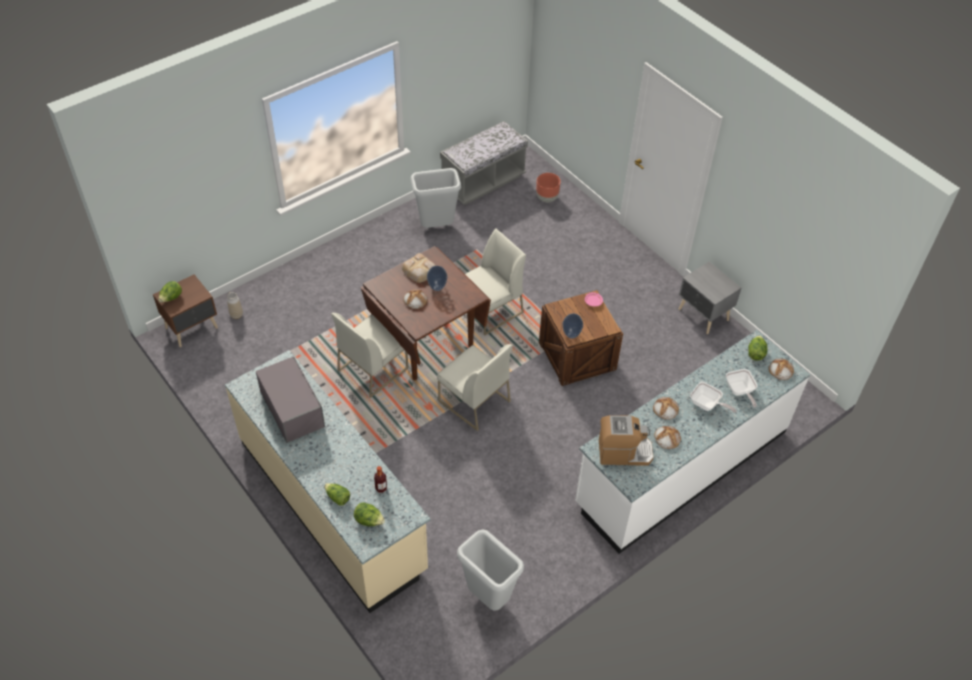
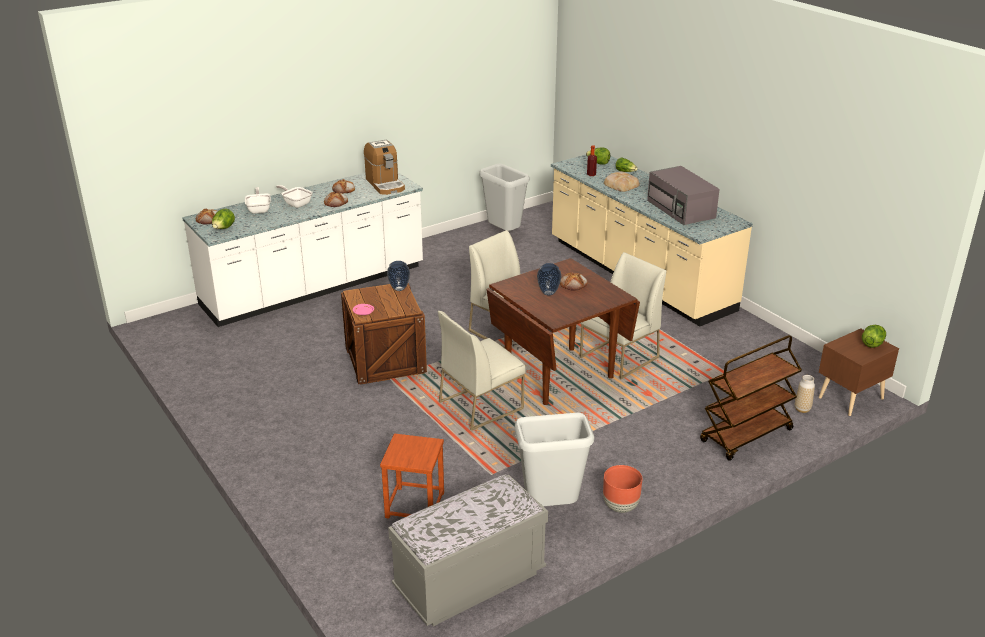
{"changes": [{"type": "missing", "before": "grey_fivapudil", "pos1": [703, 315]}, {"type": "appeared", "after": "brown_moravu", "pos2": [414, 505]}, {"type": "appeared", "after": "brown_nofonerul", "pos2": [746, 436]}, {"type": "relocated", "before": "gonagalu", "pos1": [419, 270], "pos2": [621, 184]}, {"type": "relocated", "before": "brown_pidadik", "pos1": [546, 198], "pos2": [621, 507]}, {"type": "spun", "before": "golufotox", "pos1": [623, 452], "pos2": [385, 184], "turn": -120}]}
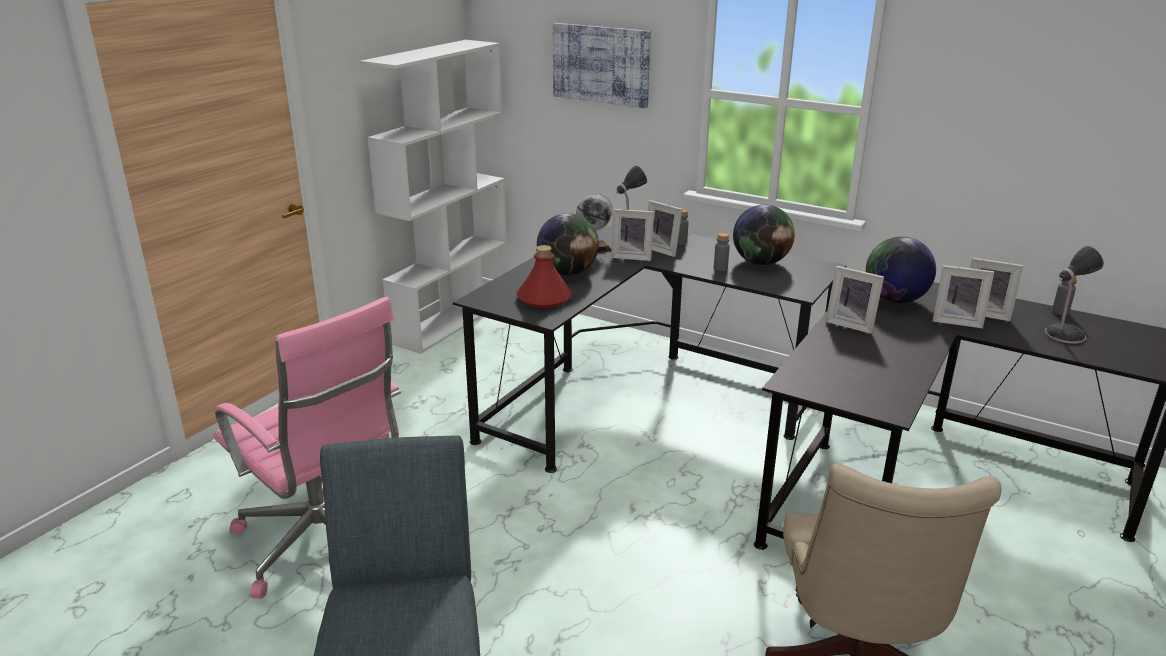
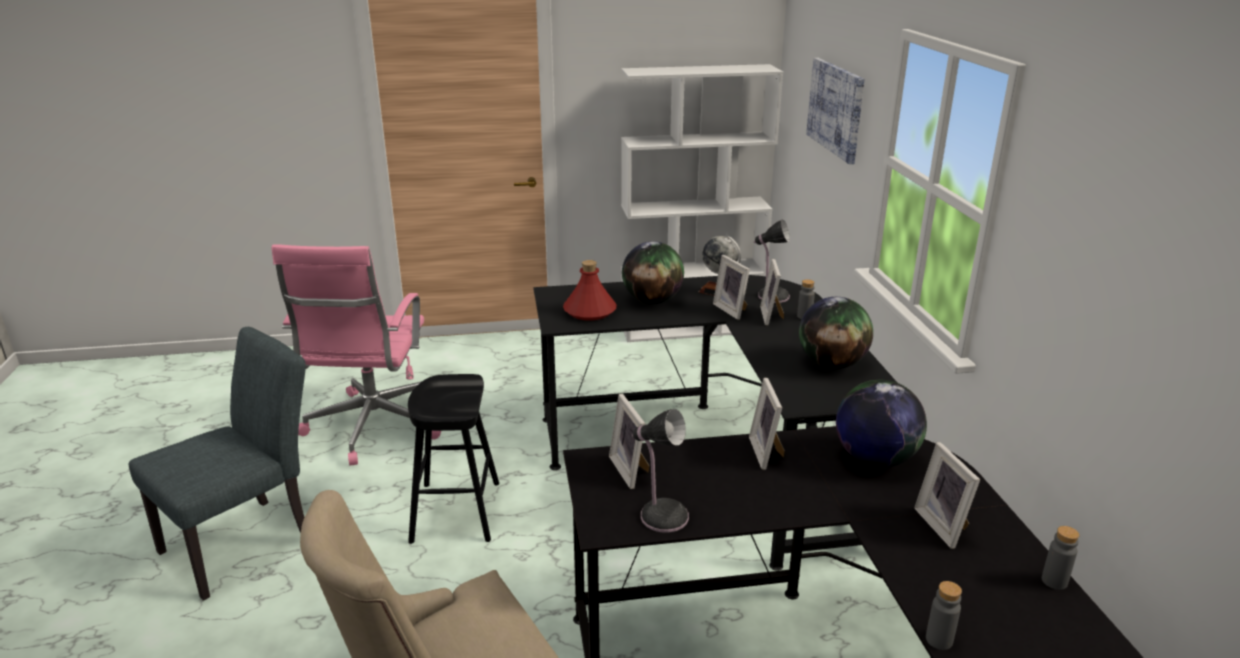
{"changes": [{"type": "appeared", "after": "black_moravu", "pos2": [456, 512]}, {"type": "relocated", "before": "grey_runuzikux", "pos1": [720, 268], "pos2": [939, 640]}, {"type": "relocated", "before": "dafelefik", "pos1": [957, 321], "pos2": [631, 470]}, {"type": "relocated", "before": "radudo", "pos1": [1062, 335], "pos2": [661, 515]}]}
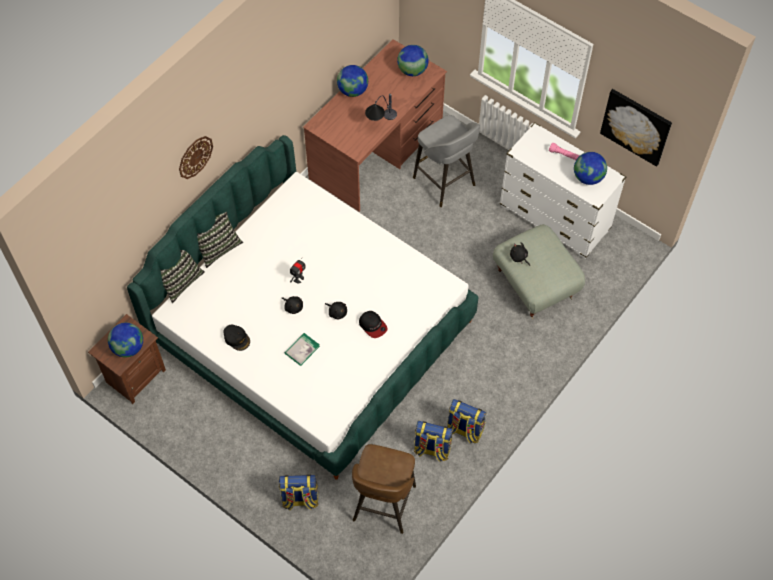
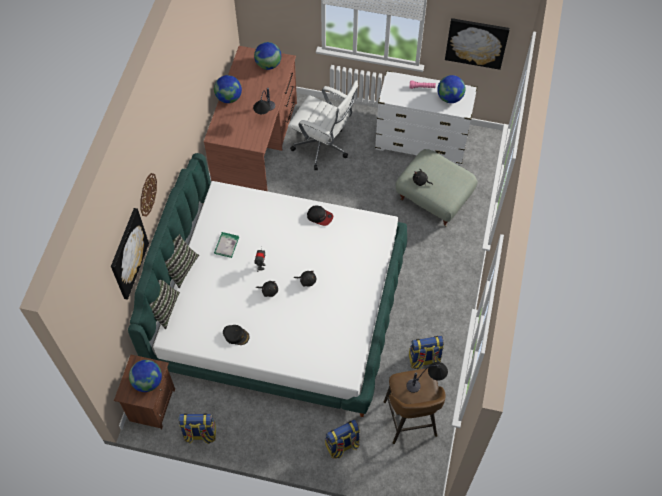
{"changes": [{"type": "appeared", "after": "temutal", "pos2": [128, 253]}, {"type": "appeared", "after": "radudo", "pos2": [427, 382]}, {"type": "relocated", "before": "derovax", "pos1": [302, 350], "pos2": [226, 245]}, {"type": "relocated", "before": "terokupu", "pos1": [373, 325], "pos2": [320, 217]}, {"type": "relocated", "before": "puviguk", "pos1": [464, 430], "pos2": [200, 434]}, {"type": "exchanged", "before": "grey_moravu", "after": "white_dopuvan", "pos1": [445, 183], "pos2": [323, 148]}]}
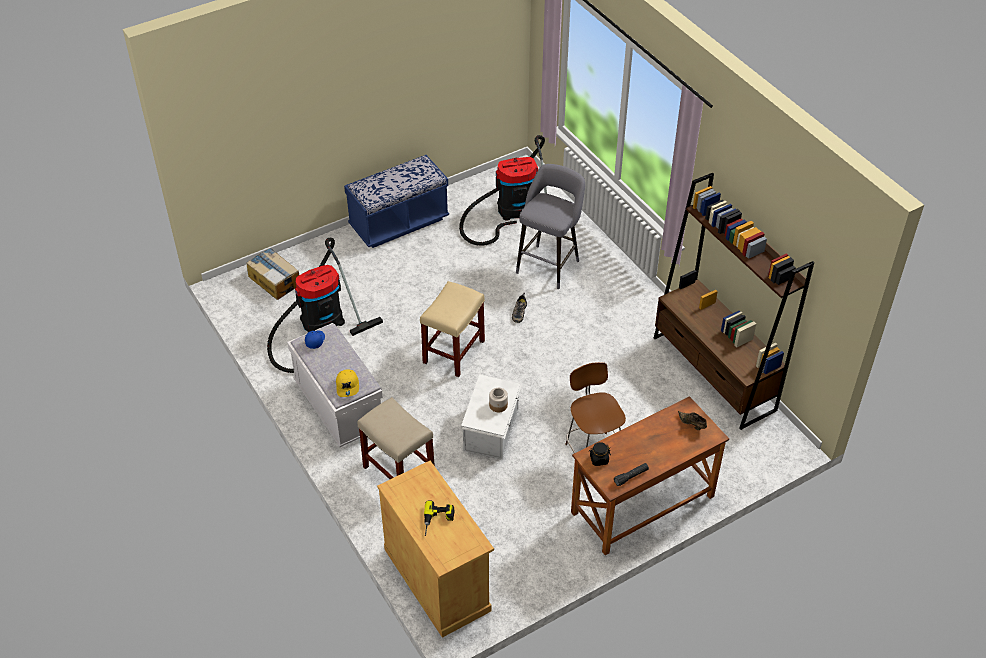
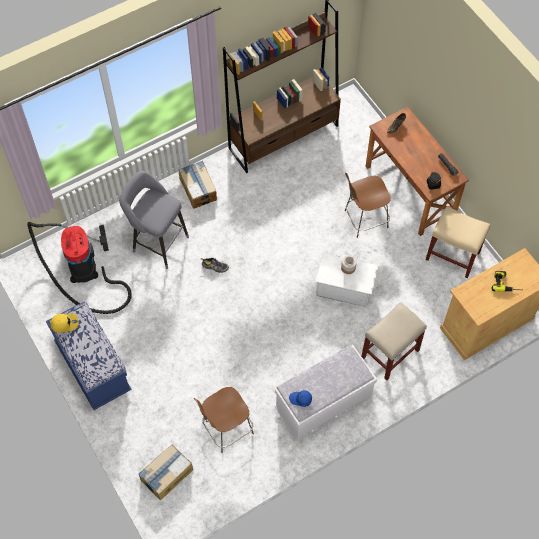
{"changes": [{"type": "appeared", "after": "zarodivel", "pos2": [198, 188]}, {"type": "relocated", "before": "yellow_terokupu", "pos1": [348, 386], "pos2": [64, 323]}, {"type": "relocated", "before": "beige_moravu", "pos1": [453, 352], "pos2": [453, 256]}, {"type": "exchanged", "before": "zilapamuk", "after": "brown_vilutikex", "pos1": [318, 324], "pos2": [226, 429]}]}
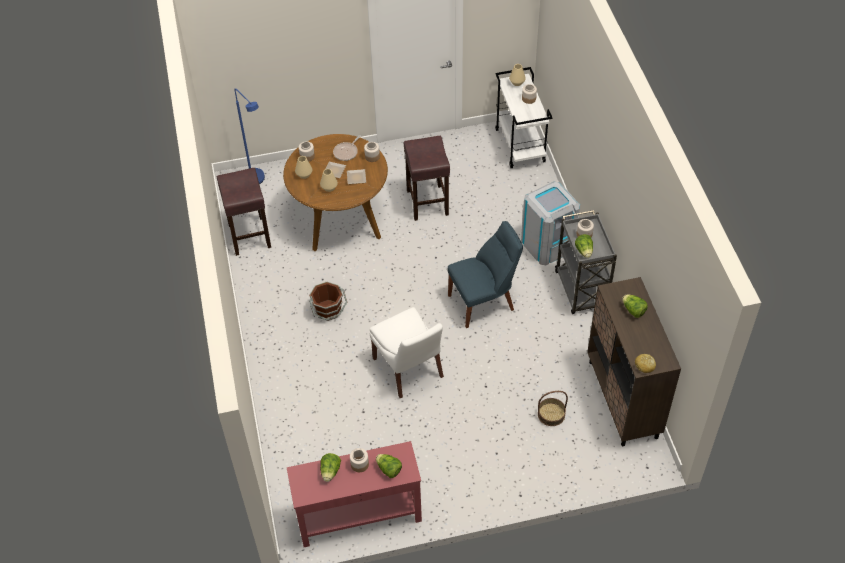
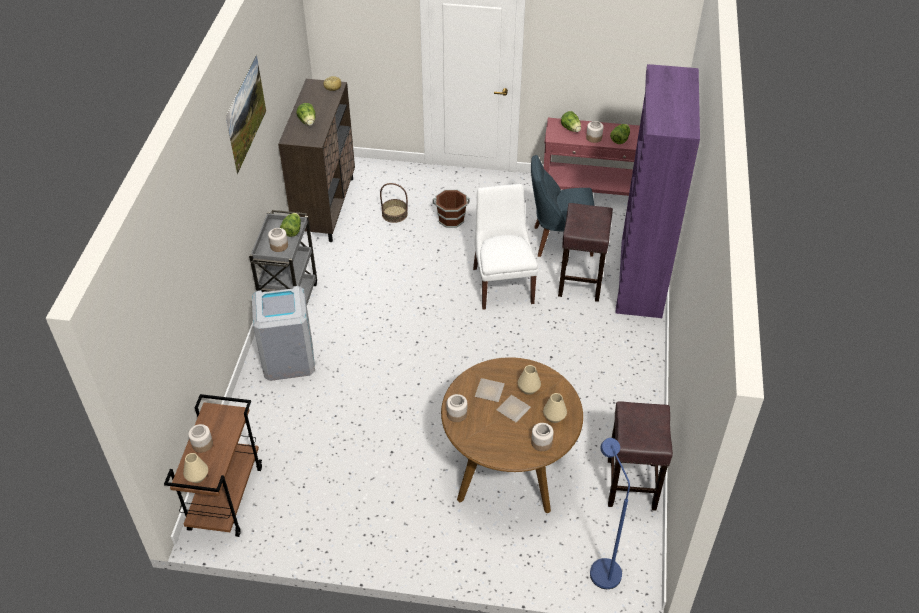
{"changes": [{"type": "missing", "before": "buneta", "pos1": [346, 152]}, {"type": "appeared", "after": "temutal", "pos2": [249, 128]}, {"type": "appeared", "after": "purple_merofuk", "pos2": [640, 279]}, {"type": "relocated", "before": "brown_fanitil", "pos1": [328, 310], "pos2": [451, 218]}, {"type": "relocated", "before": "brown_moravu", "pos1": [428, 203], "pos2": [580, 281]}, {"type": "relocated", "before": "blue_vilutikex", "pos1": [484, 302], "pos2": [559, 241]}, {"type": "colour", "before": "white_nofonerul", "after": "brown_nofonerul", "pos1": [520, 146], "pos2": [225, 497]}]}
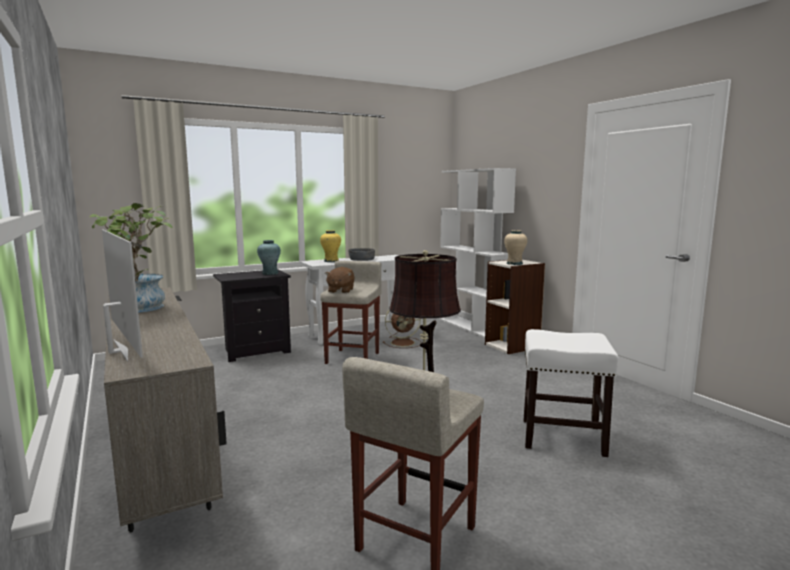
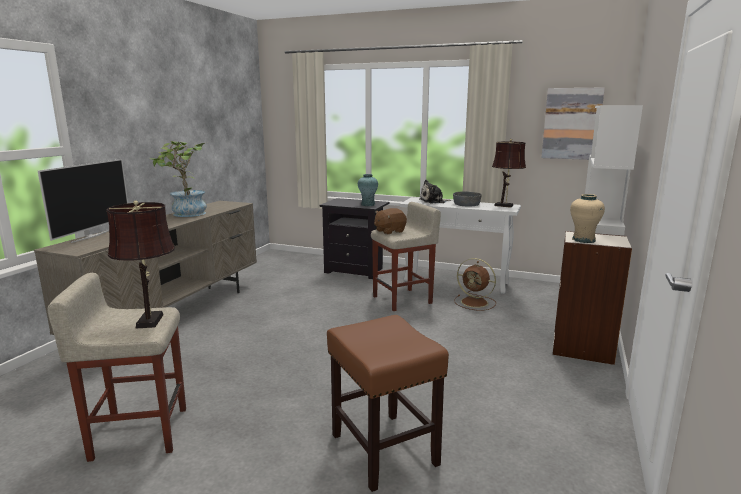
{"changes": [{"type": "appeared", "after": "brown_radudo", "pos2": [505, 206]}, {"type": "appeared", "after": "temutal", "pos2": [571, 123]}, {"type": "exchanged", "before": "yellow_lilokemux", "after": "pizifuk", "pos1": [331, 261], "pos2": [433, 201]}, {"type": "colour", "before": "white_moravu", "after": "brown_moravu", "pos1": [561, 437], "pos2": [383, 448]}]}
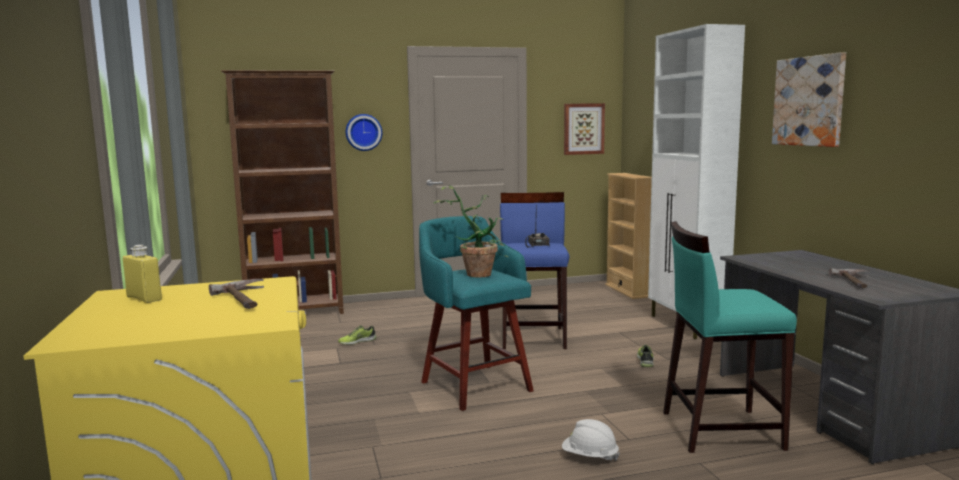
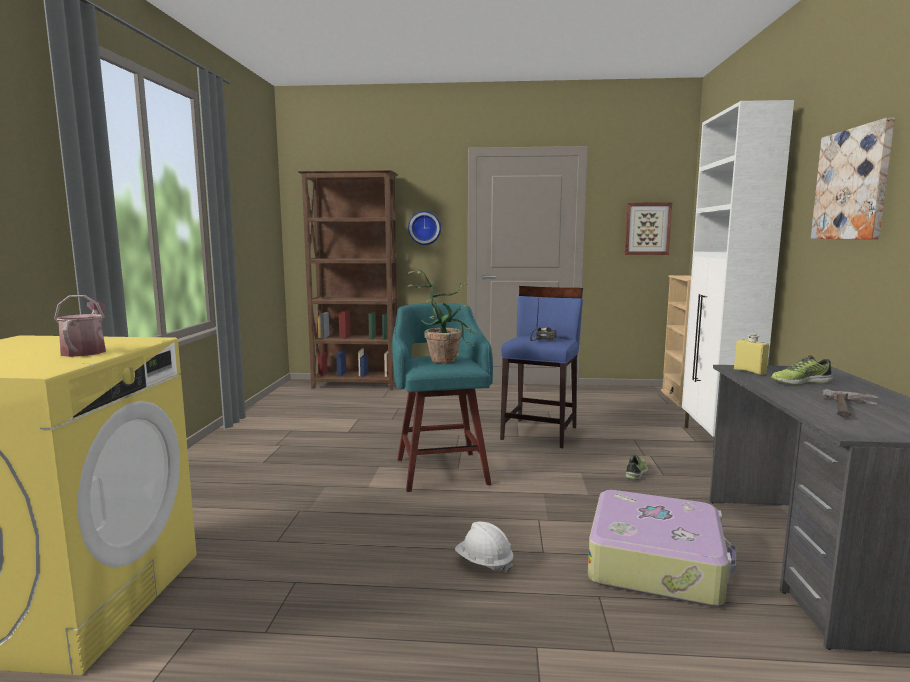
{"changes": [{"type": "relocated", "before": "yellow_runuzikux", "pos1": [144, 298], "pos2": [749, 371]}, {"type": "relocated", "before": "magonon", "pos1": [357, 341], "pos2": [800, 382]}, {"type": "exchanged", "before": "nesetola", "after": "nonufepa", "pos1": [247, 299], "pos2": [86, 351]}, {"type": "exchanged", "before": "turquoise_moravu", "after": "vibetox", "pos1": [720, 429], "pos2": [656, 563]}]}
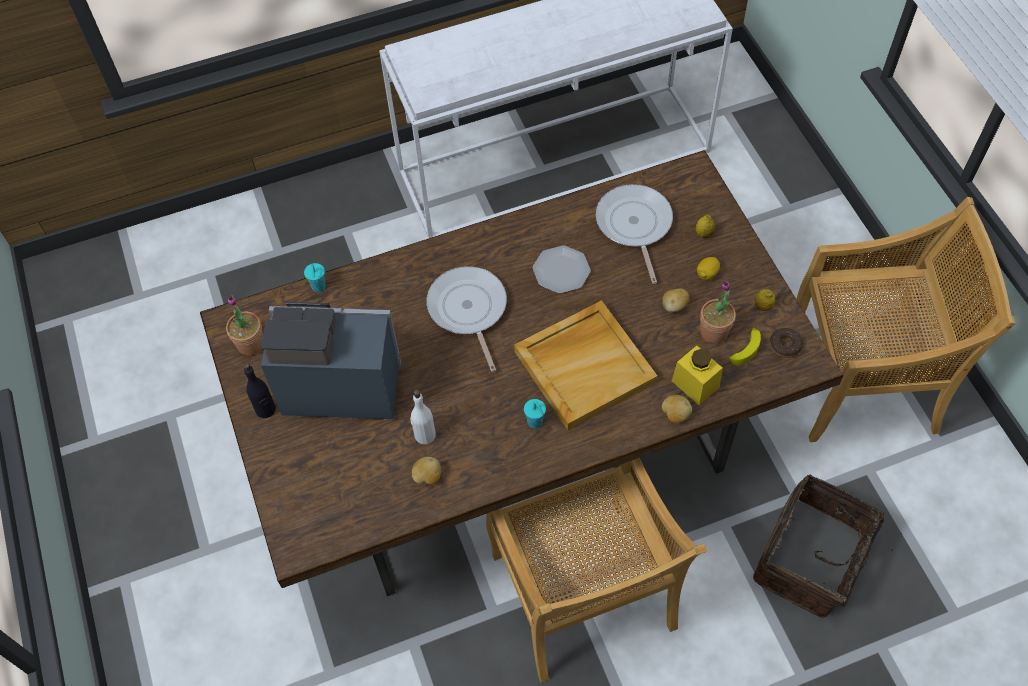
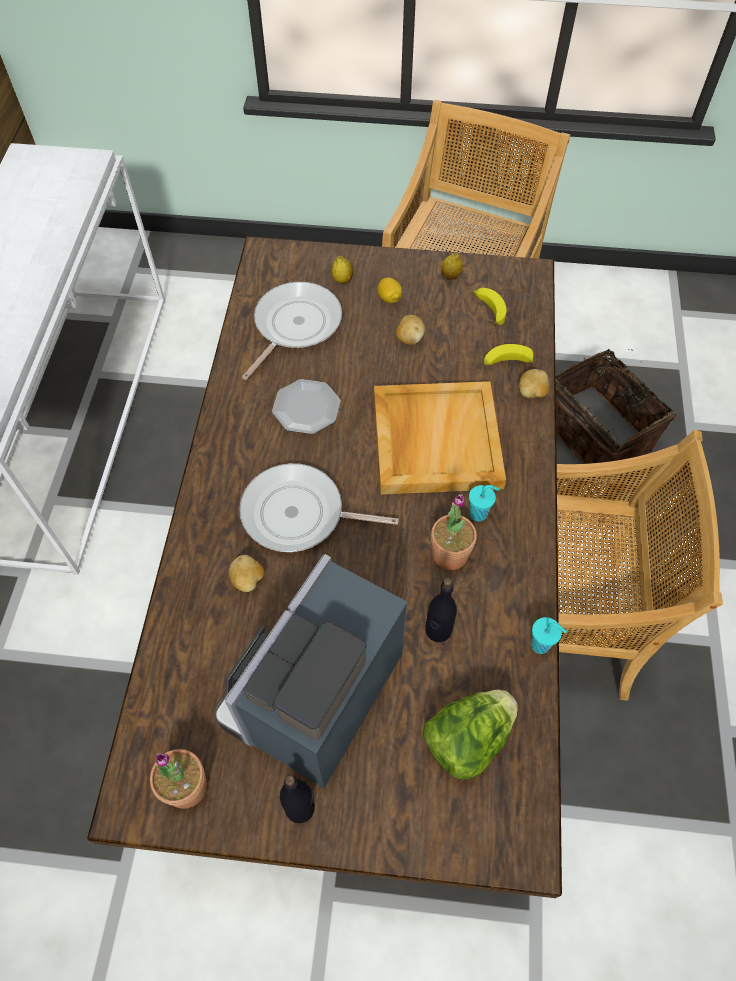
{"changes": [{"type": "missing", "before": "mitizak", "pos1": [785, 345]}, {"type": "appeared", "after": "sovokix", "pos2": [467, 739]}, {"type": "relocated", "before": "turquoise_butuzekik", "pos1": [318, 287], "pos2": [541, 645]}, {"type": "relocated", "before": "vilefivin", "pos1": [427, 477], "pos2": [248, 580]}, {"type": "relocated", "before": "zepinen", "pos1": [714, 331], "pos2": [450, 554]}, {"type": "exchanged", "before": "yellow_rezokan", "after": "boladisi", "pos1": [695, 384], "pos2": [506, 362]}, {"type": "colour", "before": "white_runuzikux", "after": "black_runuzikux", "pos1": [424, 435], "pos2": [438, 630]}, {"type": "spun", "before": "buneta", "pos1": [634, 225], "pos2": [294, 325], "turn": 105}]}
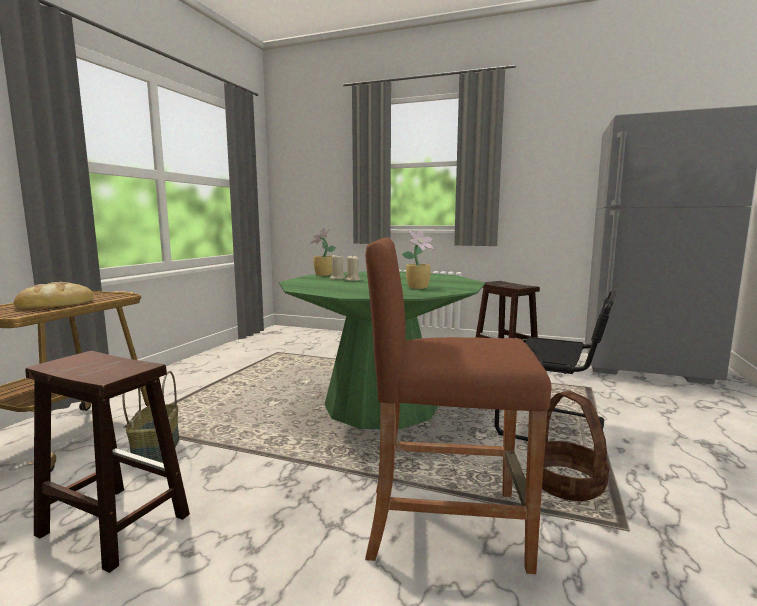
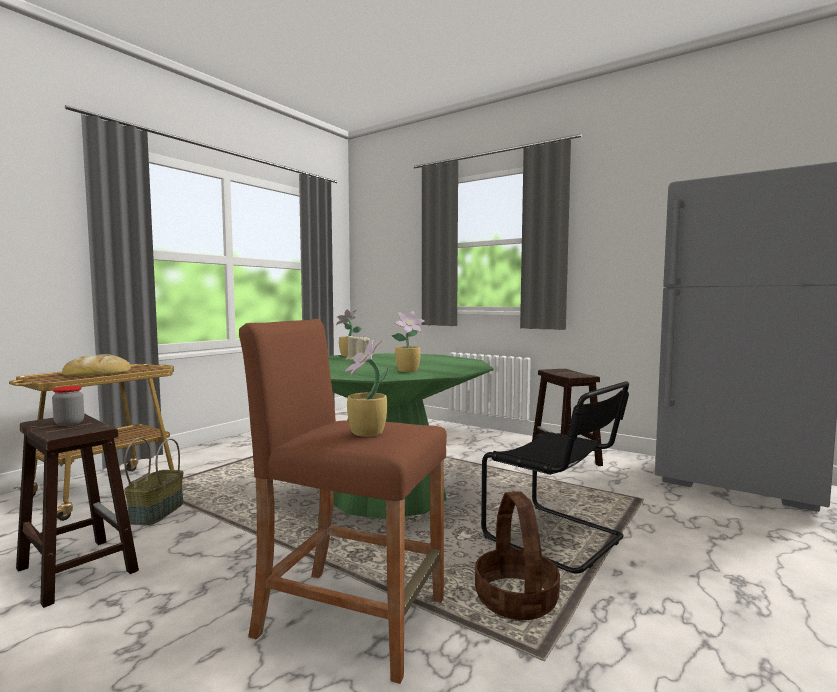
{"changes": [{"type": "appeared", "after": "rezokan", "pos2": [69, 423]}, {"type": "appeared", "after": "zepinen", "pos2": [367, 433]}]}
